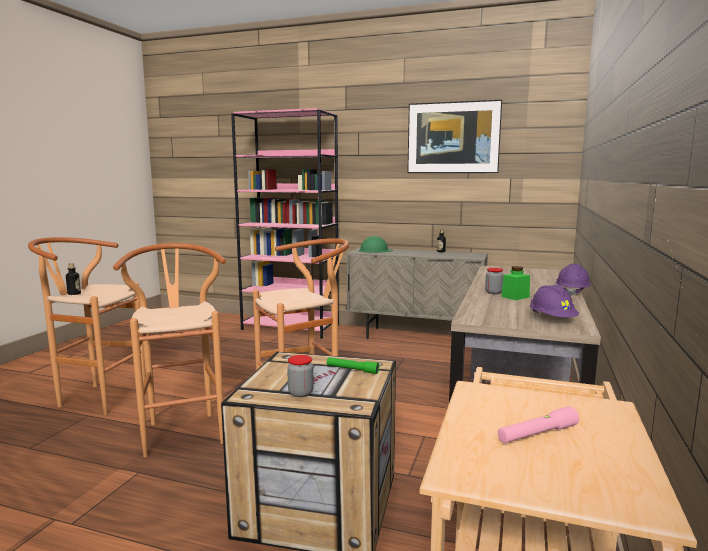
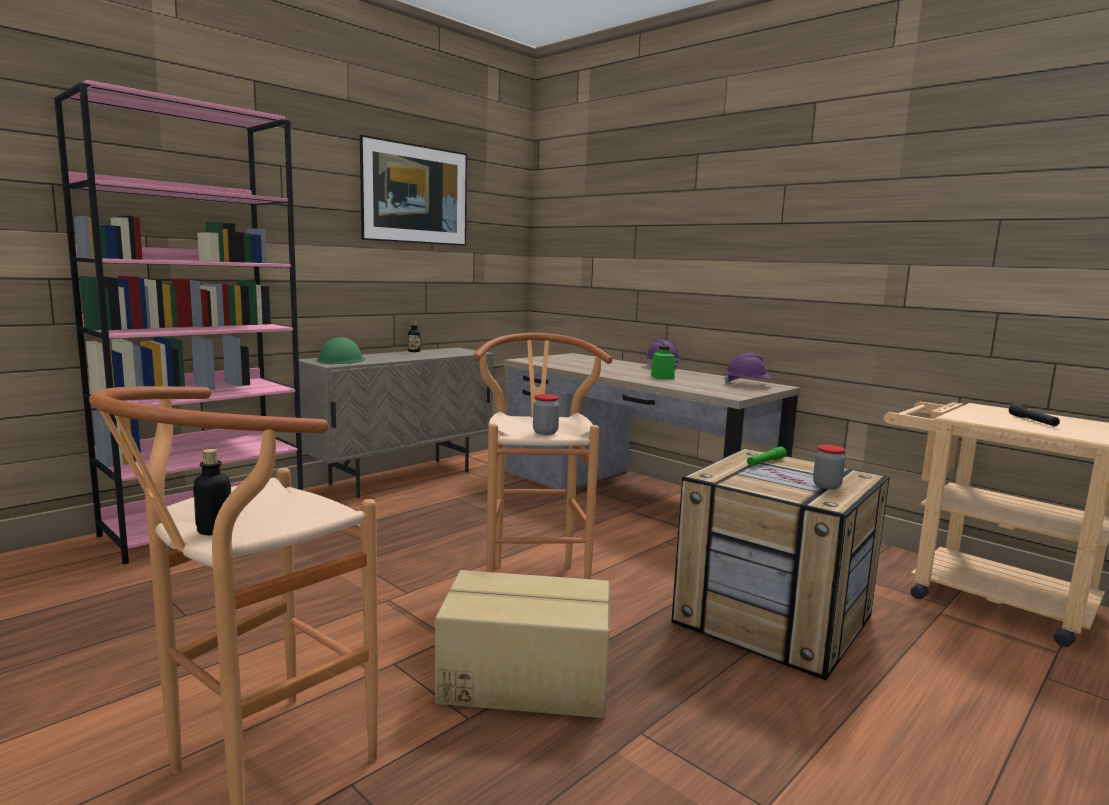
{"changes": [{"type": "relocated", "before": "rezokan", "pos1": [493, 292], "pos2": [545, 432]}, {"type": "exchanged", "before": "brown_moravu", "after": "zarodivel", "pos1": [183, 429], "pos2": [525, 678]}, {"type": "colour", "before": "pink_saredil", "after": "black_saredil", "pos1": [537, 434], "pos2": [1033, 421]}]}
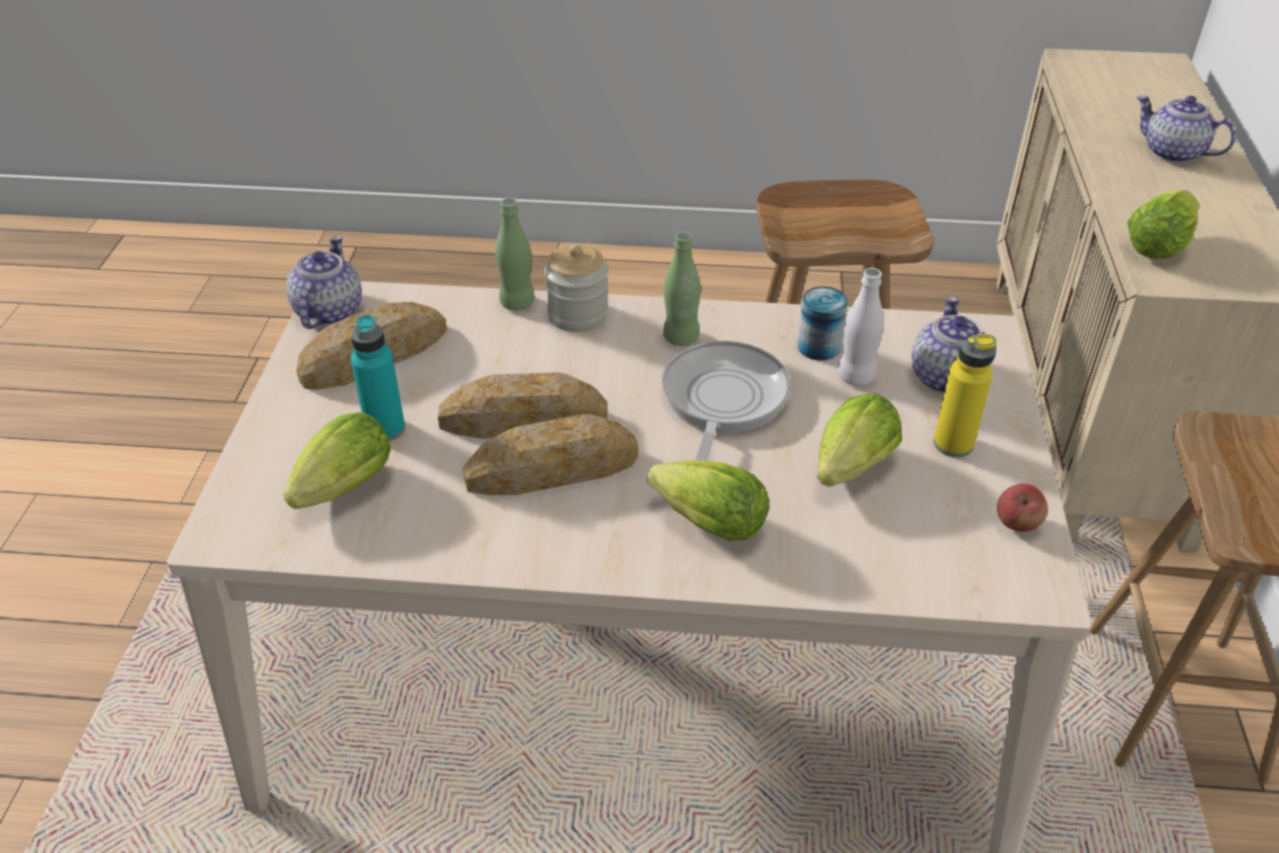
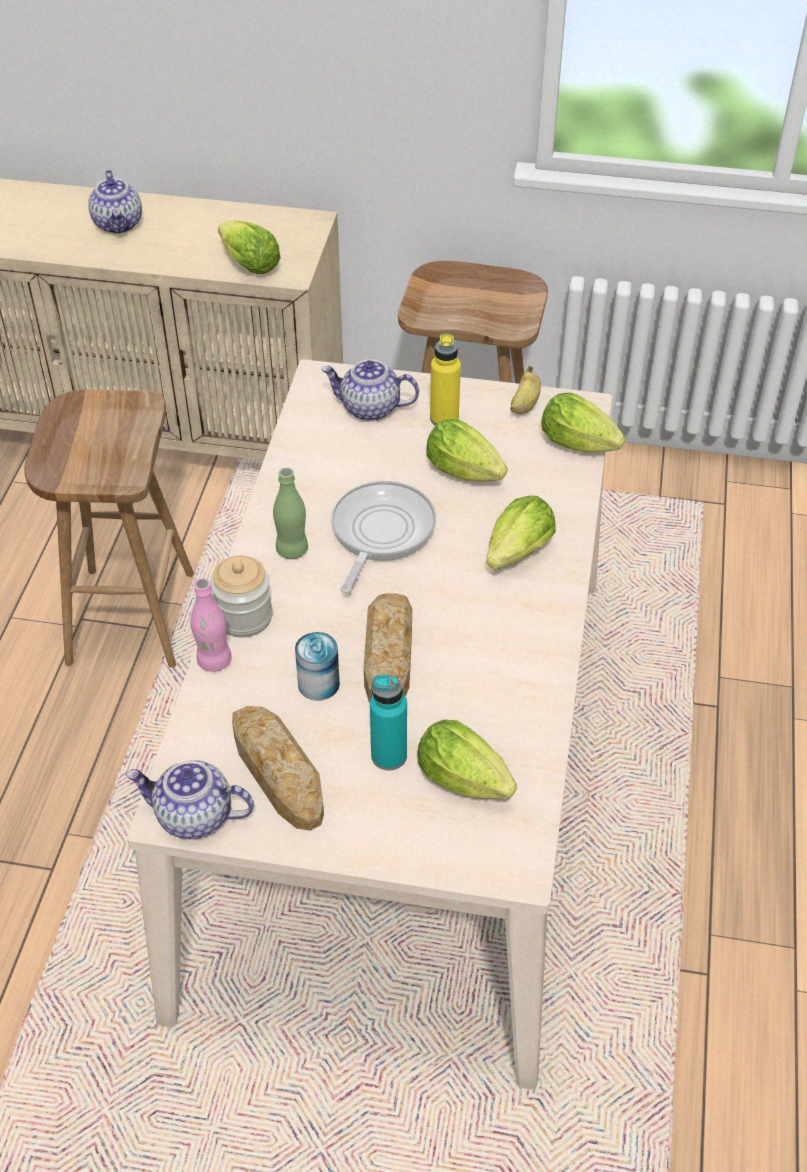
{"changes": [{"type": "missing", "before": "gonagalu", "pos1": [552, 468]}, {"type": "missing", "before": "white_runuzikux", "pos1": [856, 376]}, {"type": "appeared", "after": "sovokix", "pos2": [582, 446]}, {"type": "relocated", "before": "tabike", "pos1": [818, 346], "pos2": [318, 684]}, {"type": "exchanged", "before": "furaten", "after": "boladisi", "pos1": [1017, 524], "pos2": [524, 405]}, {"type": "colour", "before": "green_runuzikux", "after": "pink_runuzikux", "pos1": [517, 302], "pos2": [214, 661]}, {"type": "spun", "before": "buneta", "pos1": [722, 400], "pos2": [380, 533], "turn": 90}, {"type": "spun", "before": "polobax", "pos1": [1172, 153], "pos2": [119, 224], "turn": -60}]}
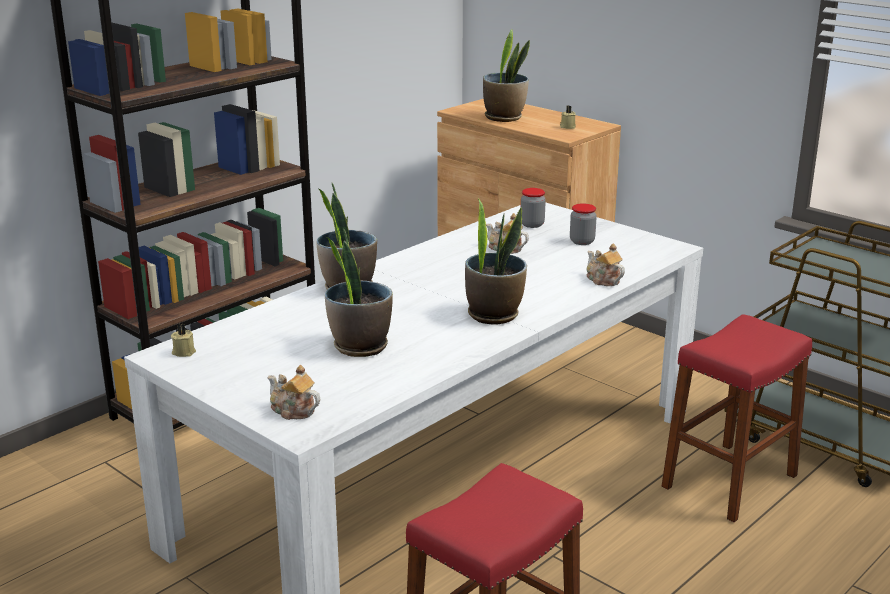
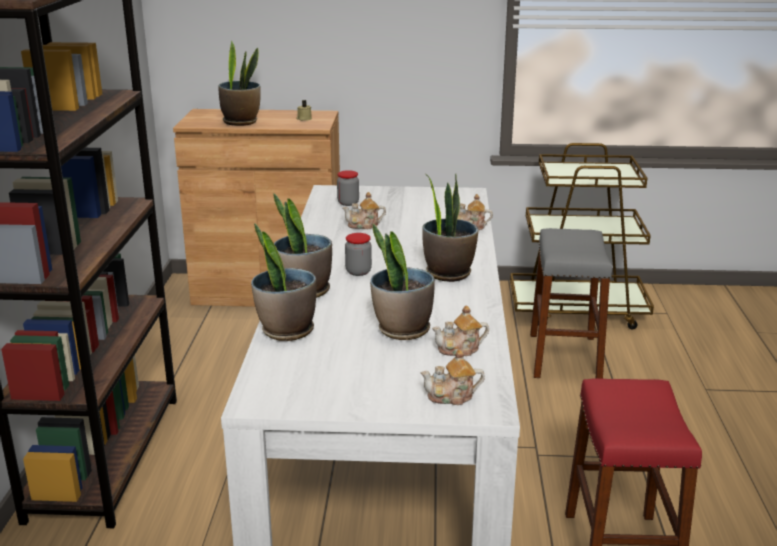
{"changes": [{"type": "missing", "before": "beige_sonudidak", "pos1": [184, 352]}, {"type": "appeared", "after": "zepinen", "pos2": [286, 331]}, {"type": "appeared", "after": "polobax", "pos2": [460, 349]}, {"type": "relocated", "before": "rezokan", "pos1": [582, 241], "pos2": [358, 272]}, {"type": "colour", "before": "red_moravu", "after": "grey_moravu", "pos1": [729, 481], "pos2": [564, 357]}]}
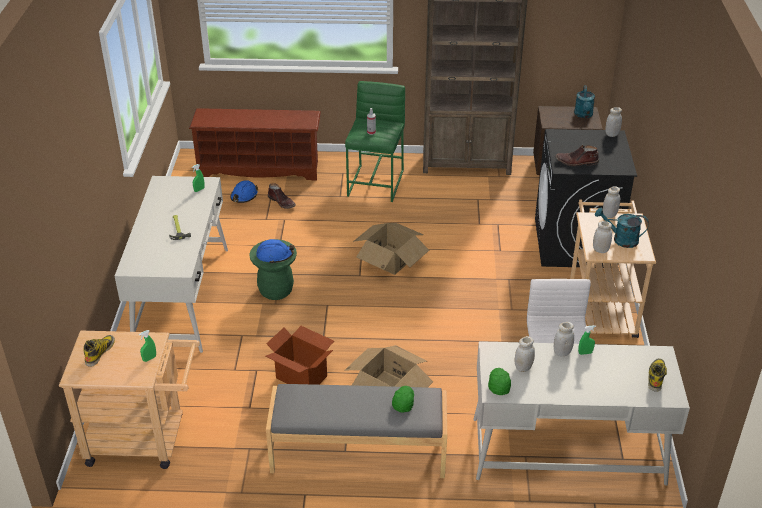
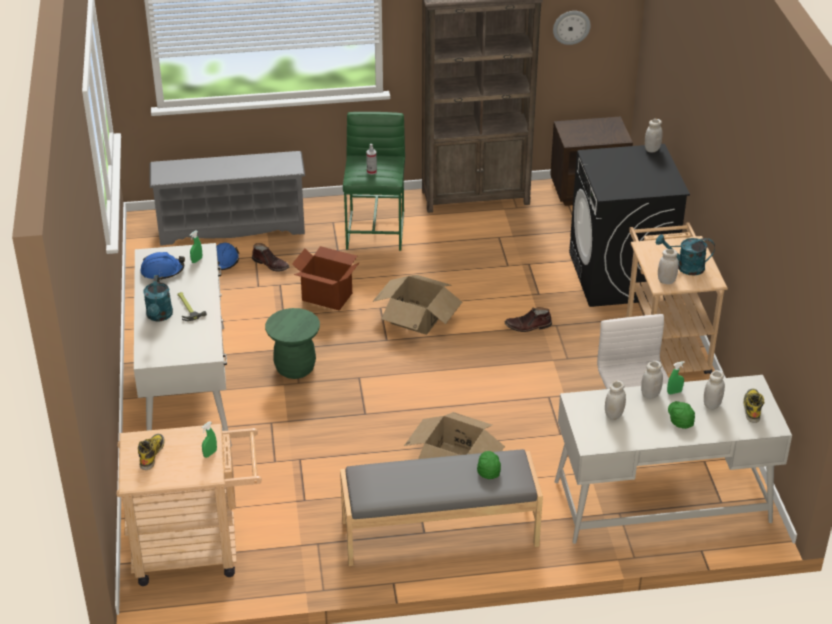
{"changes": [{"type": "appeared", "after": "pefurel", "pos2": [571, 27]}, {"type": "relocated", "before": "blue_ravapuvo", "pos1": [275, 255], "pos2": [162, 271]}, {"type": "relocated", "before": "zarodivel", "pos1": [302, 377], "pos2": [327, 296]}, {"type": "relocated", "before": "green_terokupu", "pos1": [498, 384], "pos2": [680, 418]}, {"type": "relocated", "before": "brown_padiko", "pos1": [576, 162], "pos2": [528, 326]}, {"type": "relocated", "before": "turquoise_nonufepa", "pos1": [583, 115], "pos2": [159, 316]}, {"type": "relocated", "before": "white_rezokan", "pos1": [609, 215], "pos2": [712, 404]}, {"type": "colour", "before": "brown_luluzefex", "after": "grey_luluzefex", "pos1": [260, 169], "pos2": [232, 227]}]}
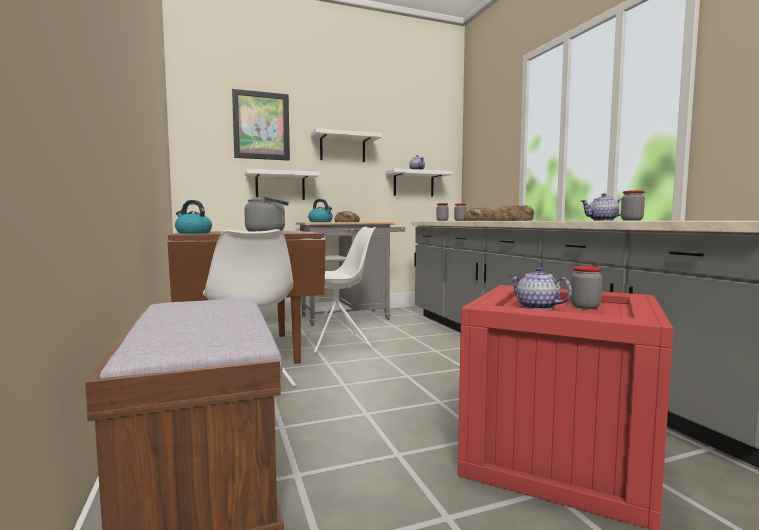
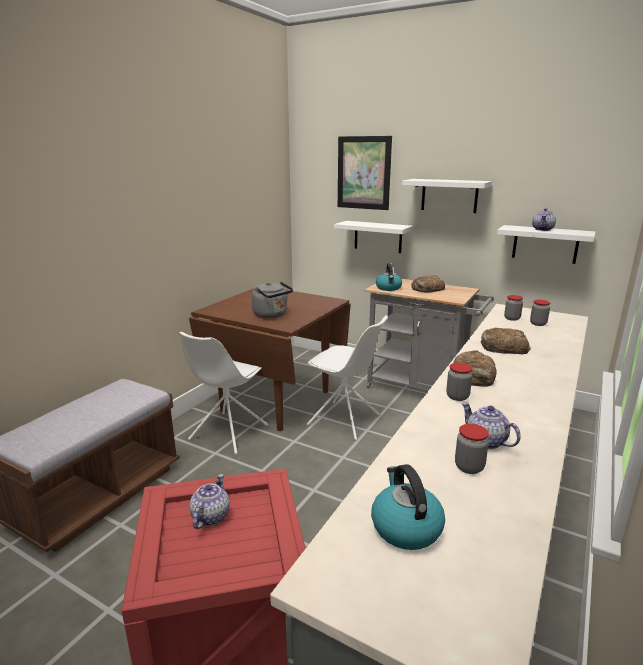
{"changes": [{"type": "relocated", "before": "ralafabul", "pos1": [193, 233], "pos2": [405, 527]}, {"type": "relocated", "before": "rezokan", "pos1": [585, 307], "pos2": [457, 396]}]}
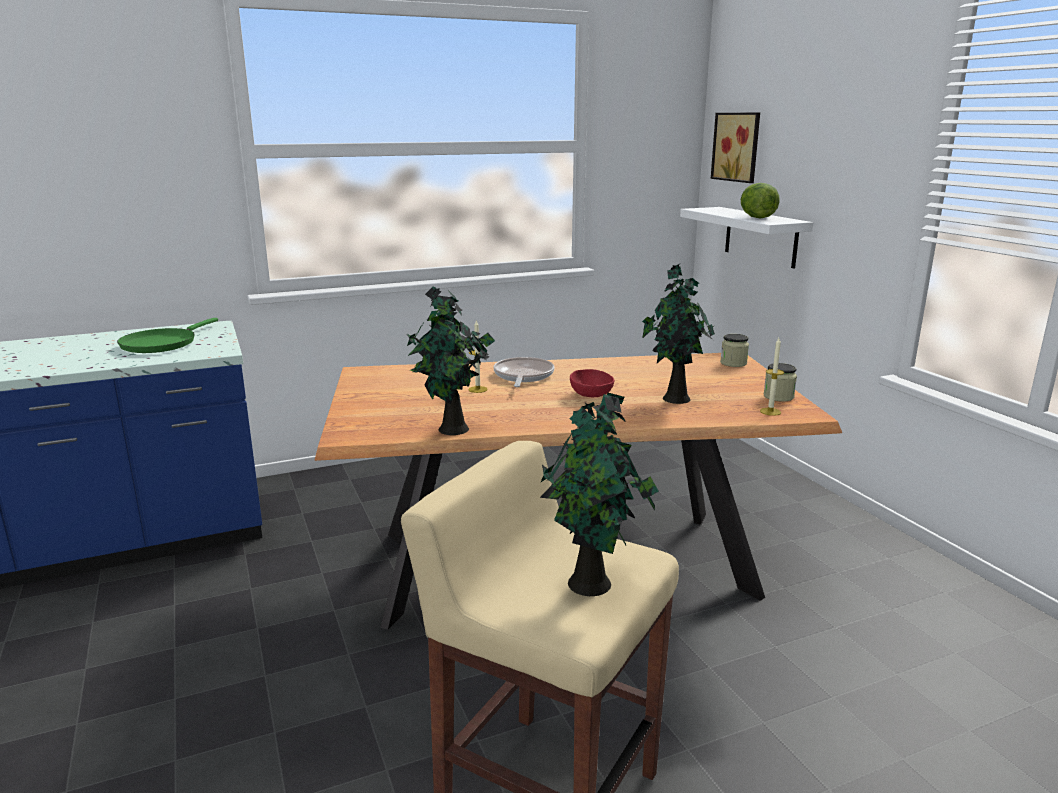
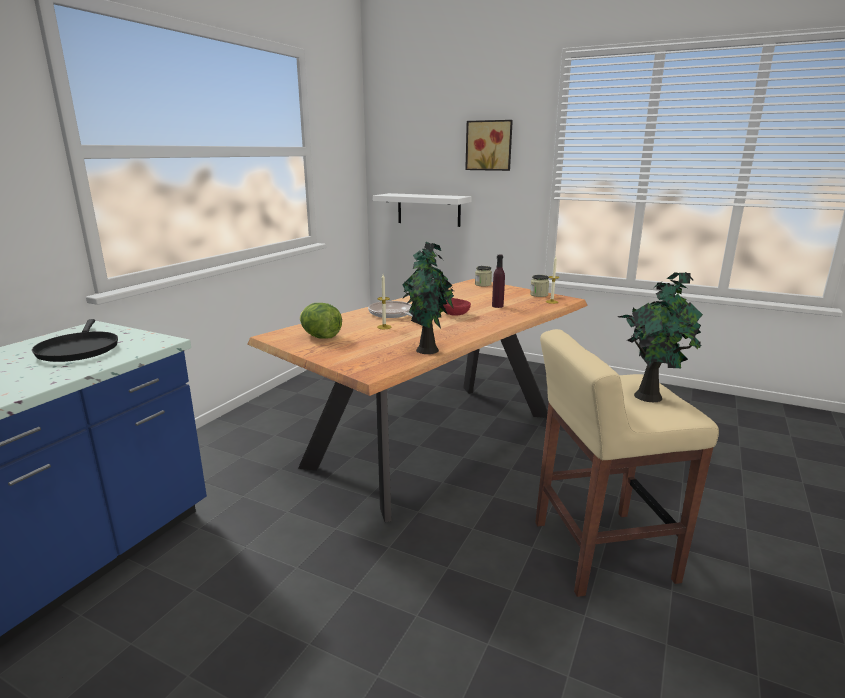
{"changes": [{"type": "relocated", "before": "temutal", "pos1": [738, 147], "pos2": [489, 145]}, {"type": "relocated", "before": "sovokix", "pos1": [756, 217], "pos2": [321, 337]}, {"type": "exchanged", "before": "zepinen", "after": "purple_runuzikux", "pos1": [674, 398], "pos2": [497, 306]}, {"type": "colour", "before": "green_buneta", "after": "black_buneta", "pos1": [162, 344], "pos2": [78, 349]}]}
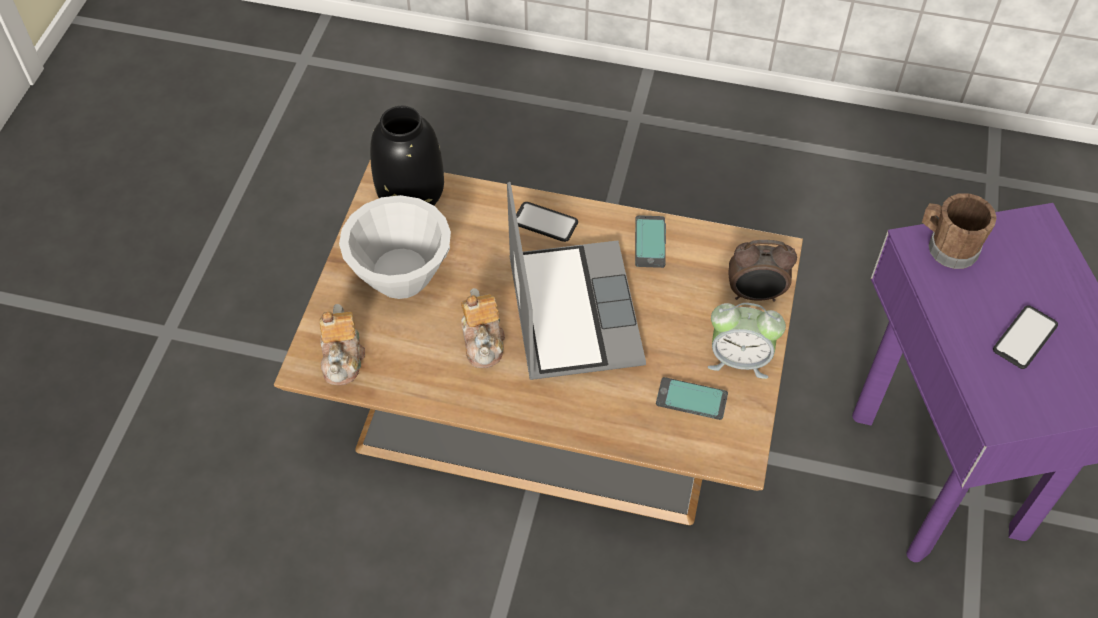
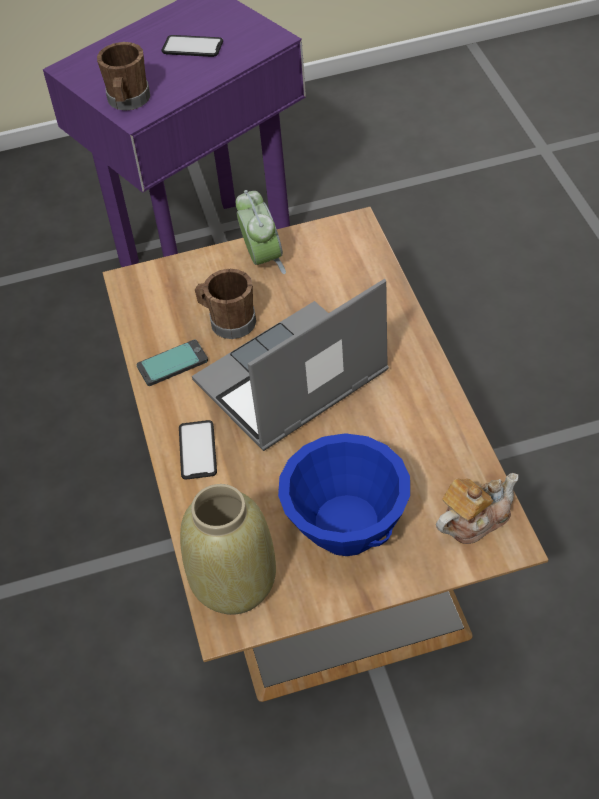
{"changes": [{"type": "missing", "before": "polobax", "pos1": [483, 341]}, {"type": "missing", "before": "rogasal", "pos1": [691, 400]}, {"type": "missing", "before": "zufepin", "pos1": [755, 295]}, {"type": "appeared", "after": "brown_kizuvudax", "pos2": [228, 321]}, {"type": "colour", "before": "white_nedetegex", "after": "blue_nedetegex", "pos1": [401, 278], "pos2": [347, 528]}, {"type": "colour", "before": "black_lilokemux", "after": "beige_lilokemux", "pos1": [411, 195], "pos2": [233, 584]}]}
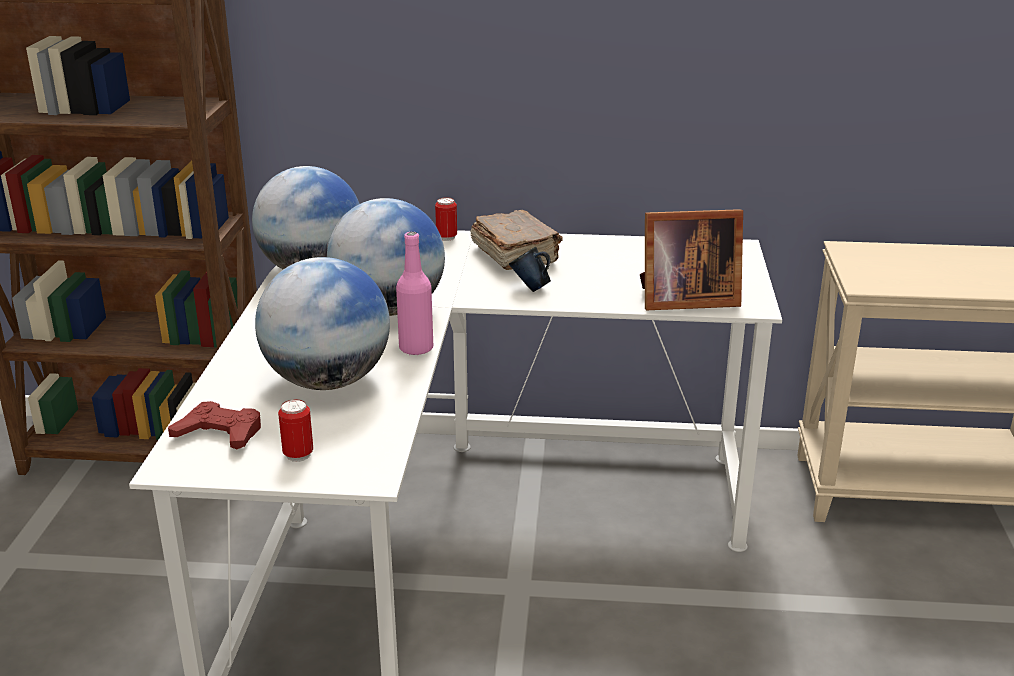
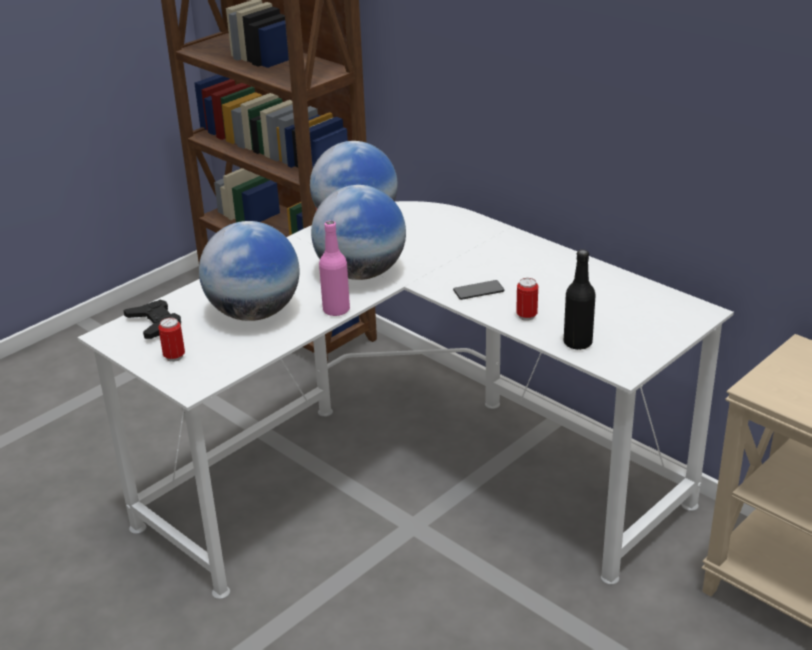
{"changes": [{"type": "missing", "before": "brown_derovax", "pos1": [515, 255]}, {"type": "relocated", "before": "tabike", "pos1": [446, 238], "pos2": [526, 316]}, {"type": "exchanged", "before": "blue_kizuvudax", "after": "rogasal", "pos1": [530, 288], "pos2": [478, 291]}, {"type": "exchanged", "before": "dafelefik", "after": "black_runuzikux", "pos1": [683, 300], "pos2": [577, 343]}, {"type": "colour", "before": "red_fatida", "after": "black_fatida", "pos1": [219, 433], "pos2": [155, 324]}]}
